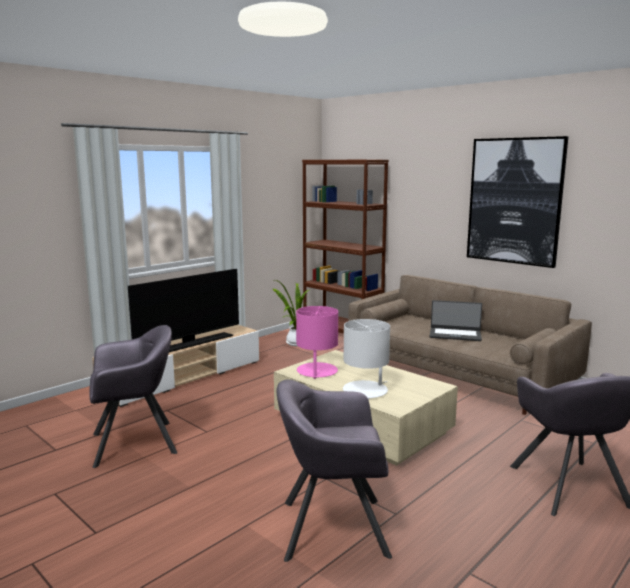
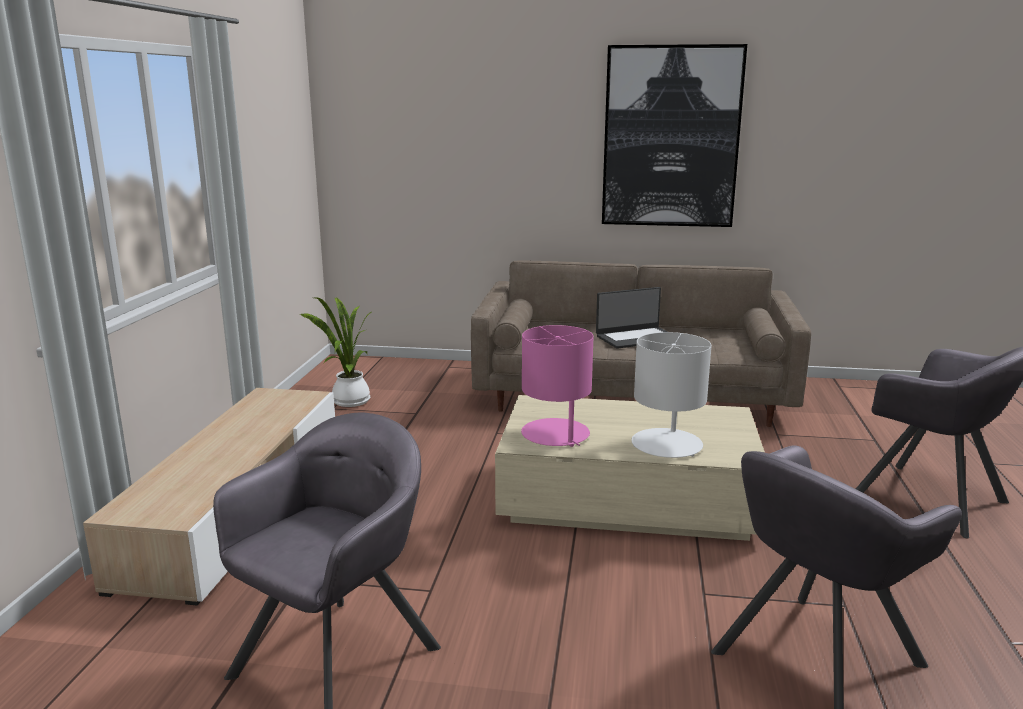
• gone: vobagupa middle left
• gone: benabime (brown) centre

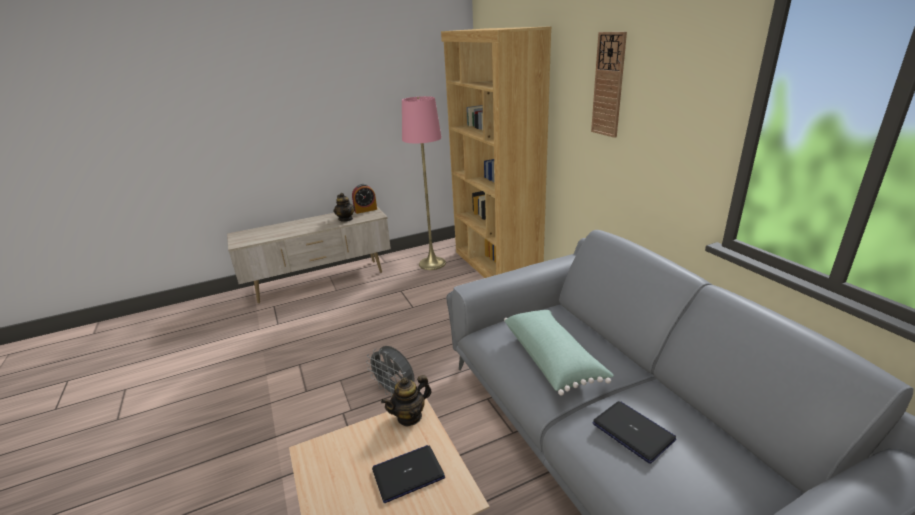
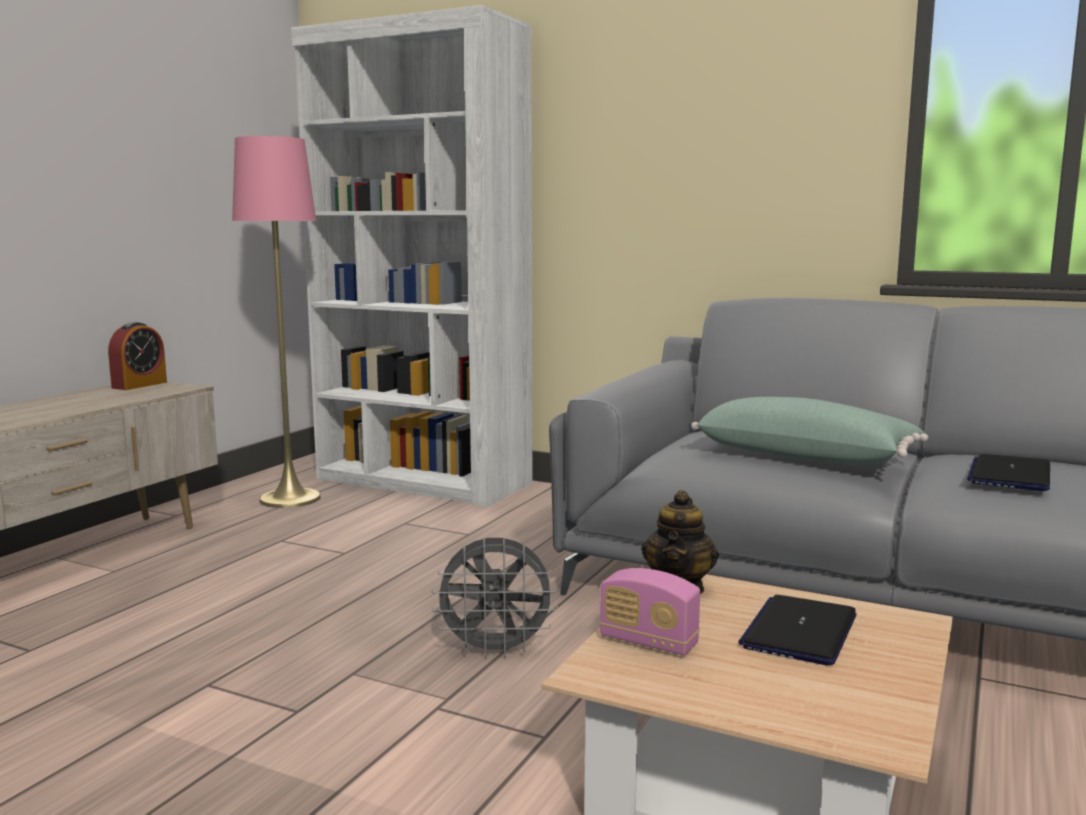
• repainted: benabime (brown) top centre to benabime (white) top centre
• new: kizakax bottom centre
• rotated: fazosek (no. 2 from left) bottom right = middle right 75 degrees counterclockwise
• gone: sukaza (no. 1 from left) centre
• gone: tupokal top centre

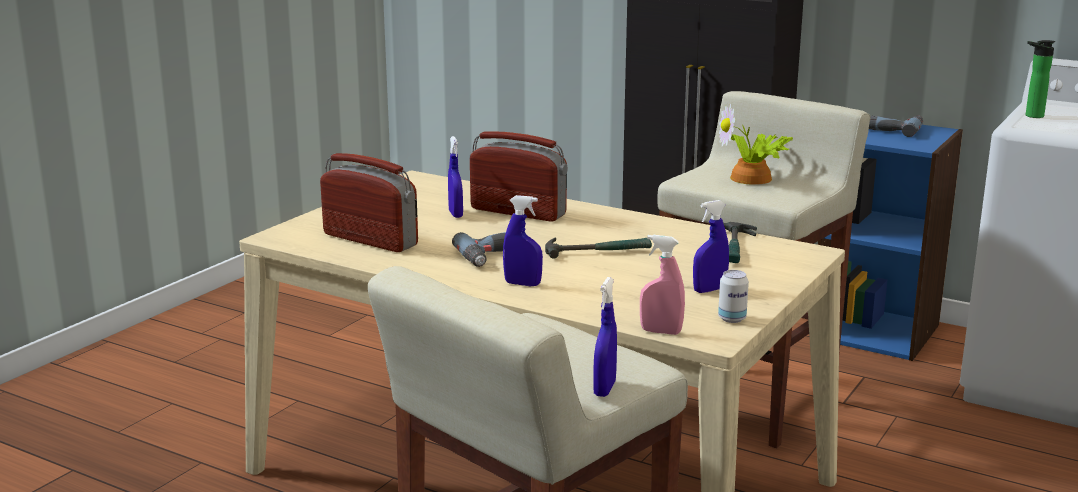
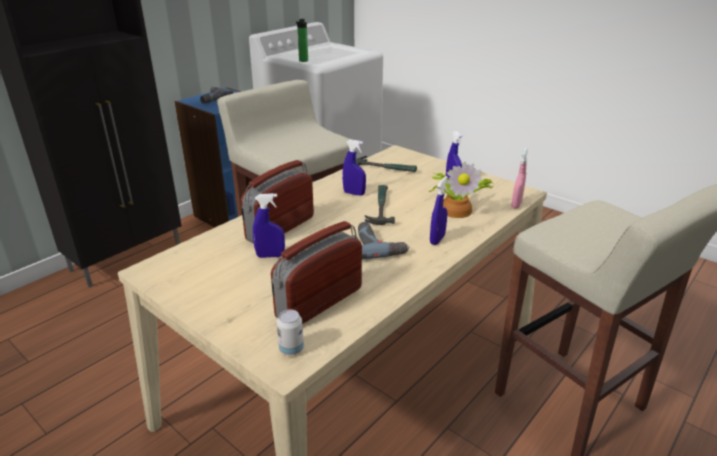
• shifted: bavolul middle right to bottom centre
• shifted: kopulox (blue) (no. 3 from left in the first image) bottom centre to kopulox (blue) (no. 2 from left) centre
• shifted: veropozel top right to centre

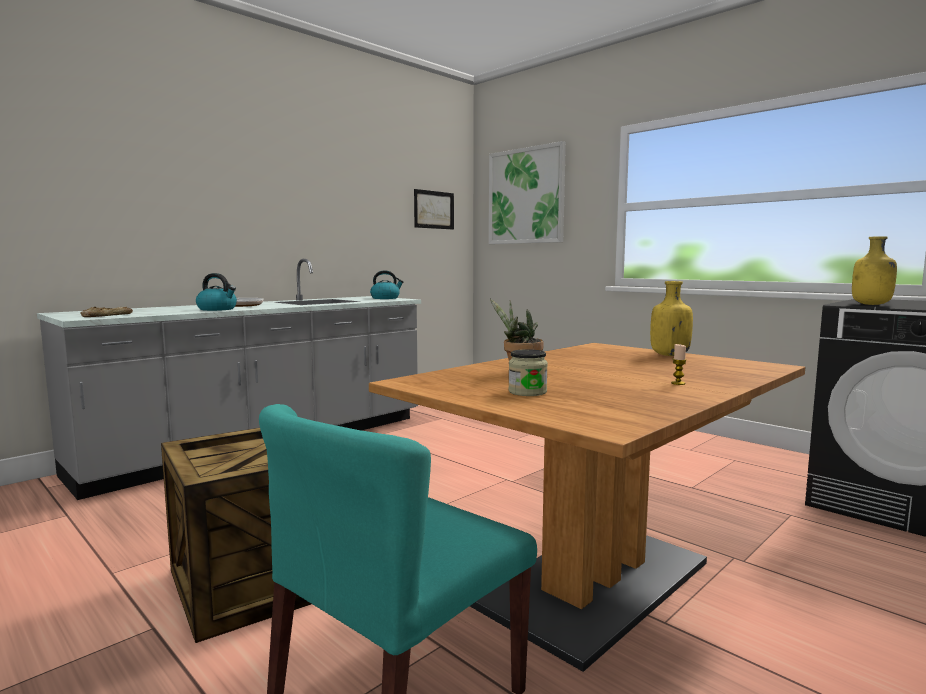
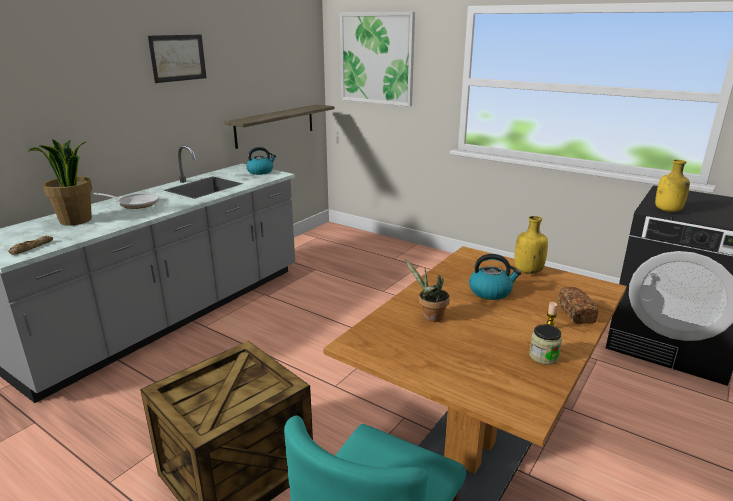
• new: veropozel (no. 1 from left) middle left
• shifted: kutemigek (no. 1 from left) top centre to top left
• new: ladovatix top centre
• shifted: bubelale (no. 1 from left in the first image) middle left to bubelale (no. 2 from left) middle right
• shifted: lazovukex centre to bottom right
• new: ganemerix (no. 2 from left) middle right

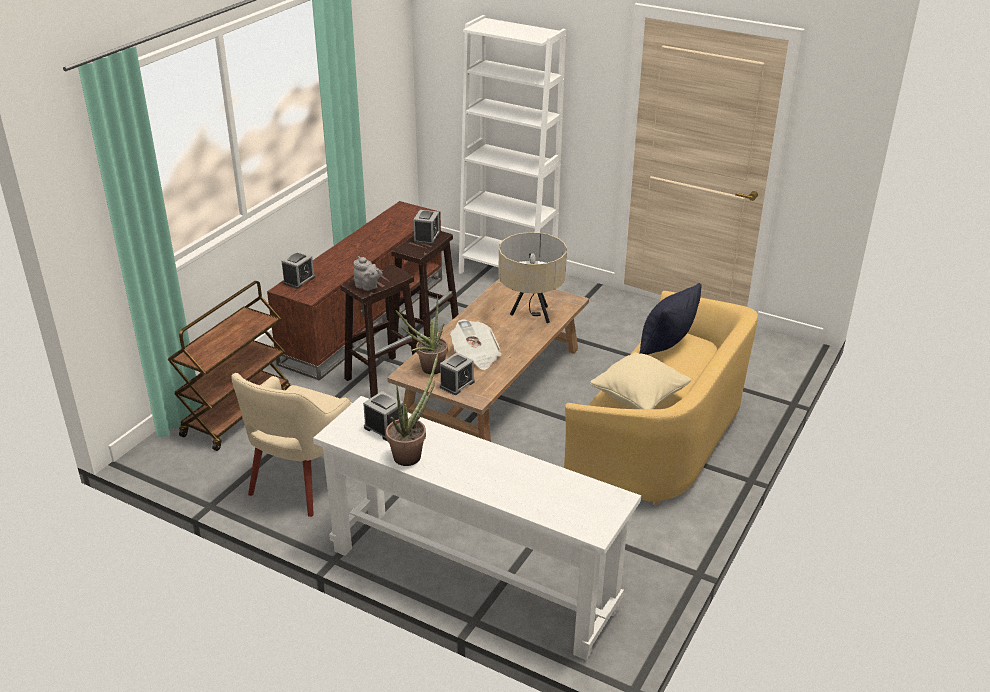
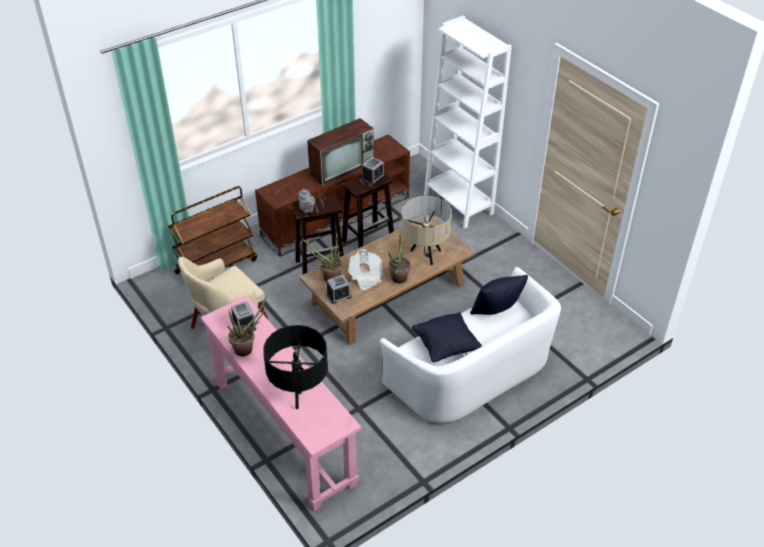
• repainted: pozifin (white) bottom centre to pozifin (pink) bottom centre
• new: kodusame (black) bottom centre
• new: vobagupa top centre
• repainted: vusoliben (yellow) middle right to vusoliben (white) centre
• new: veropozel (no. 3 from left) centre
• repainted: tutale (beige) centre to tutale (black) (no. 1 from left) centre
• gone: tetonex (no. 1 from left) middle left

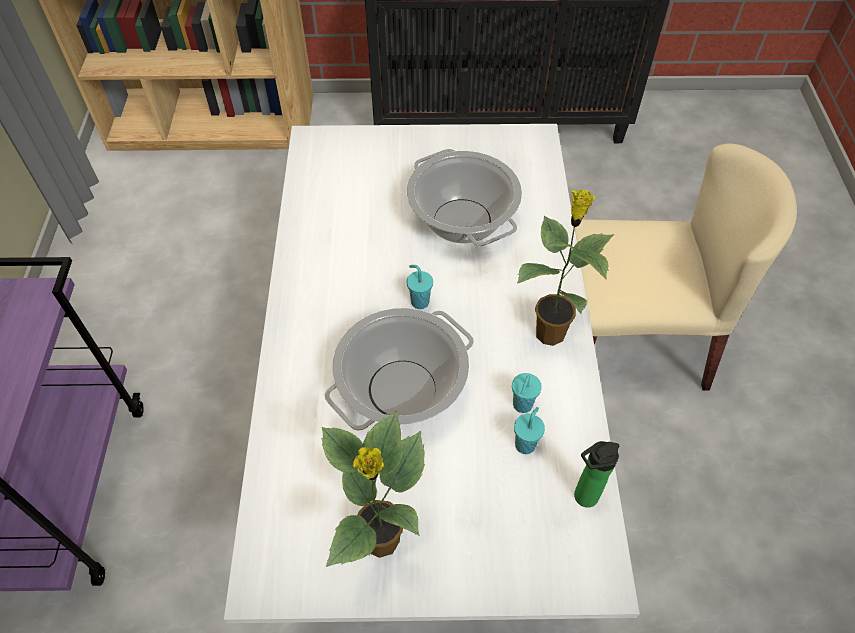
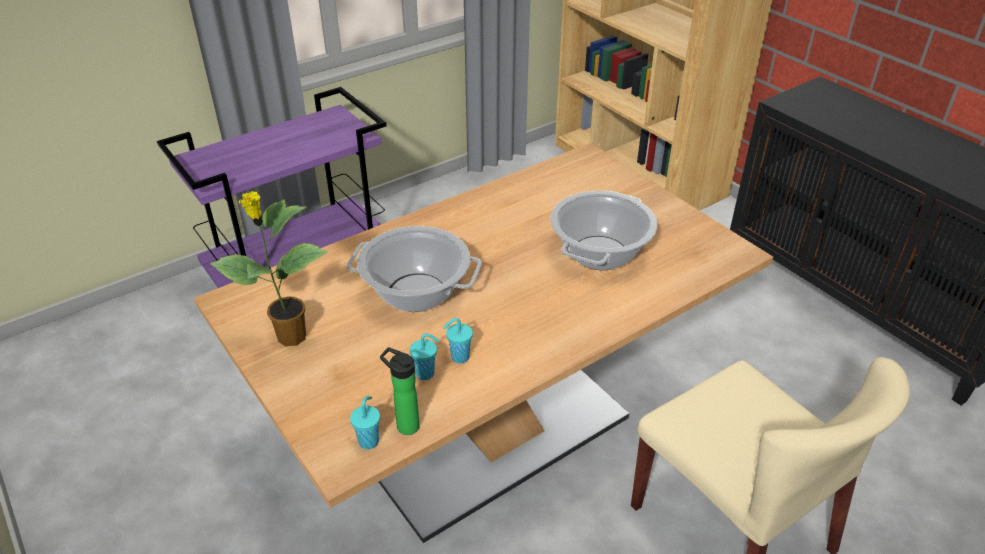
• repainted: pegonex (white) centre to pegonex (brown) centre
• shifted: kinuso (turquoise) (no. 1 from left) centre to bottom centre
• gone: veropozel (no. 2 from left) centre

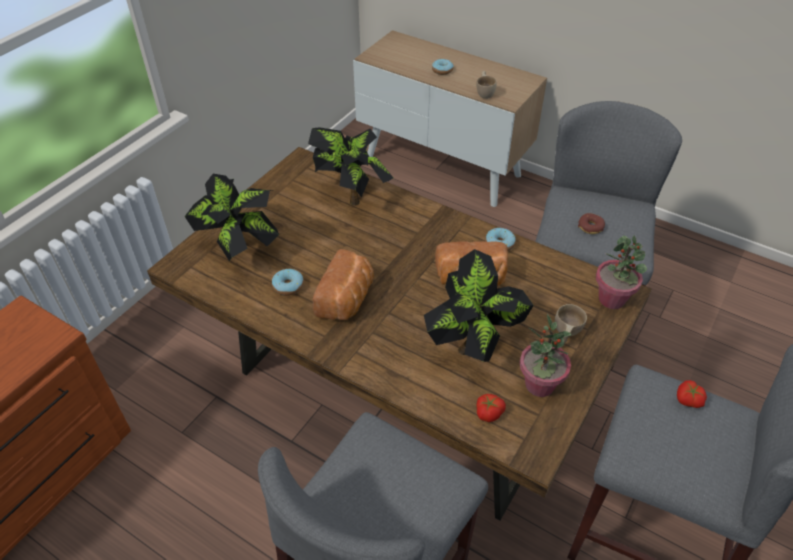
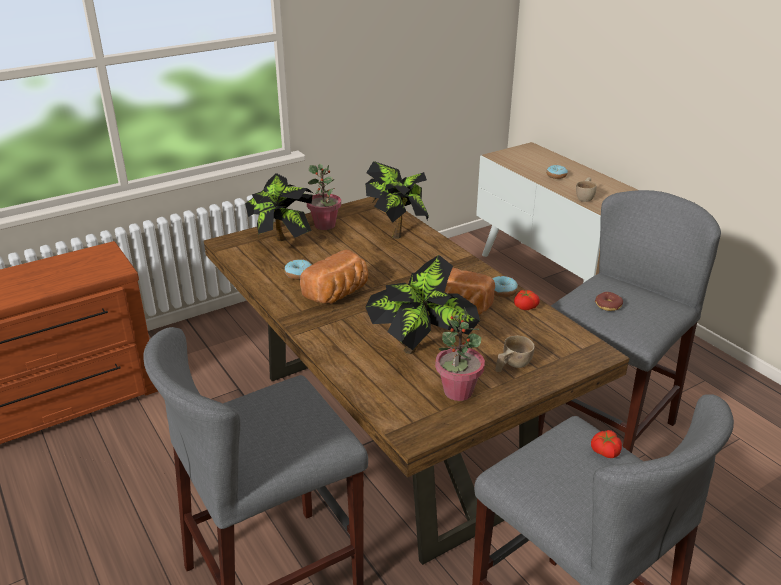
• shifted: veropozel (no. 5 from left in the first image) middle right to veropozel (no. 2 from left) centre
• shifted: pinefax (no. 1 from left) bottom centre to middle right

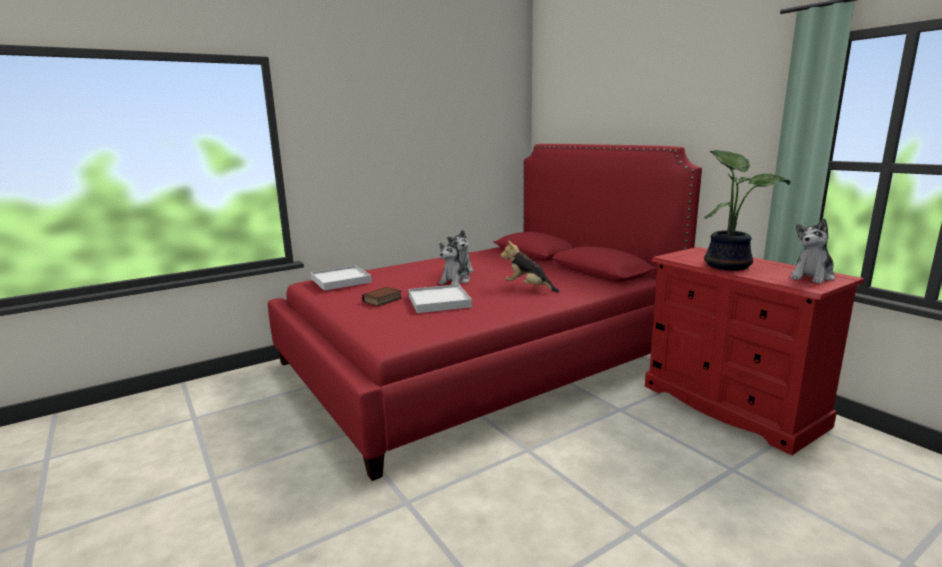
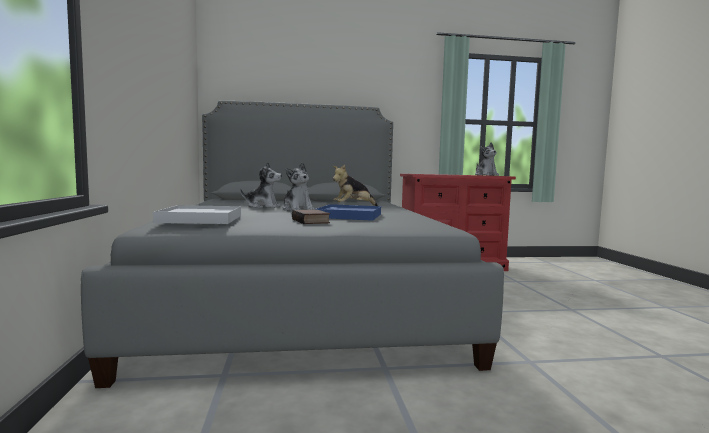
• repainted: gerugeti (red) centre to gerugeti (grey) centre
• repainted: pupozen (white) (no. 2 from left) centre to pupozen (blue) centre
• gone: veropozel middle right

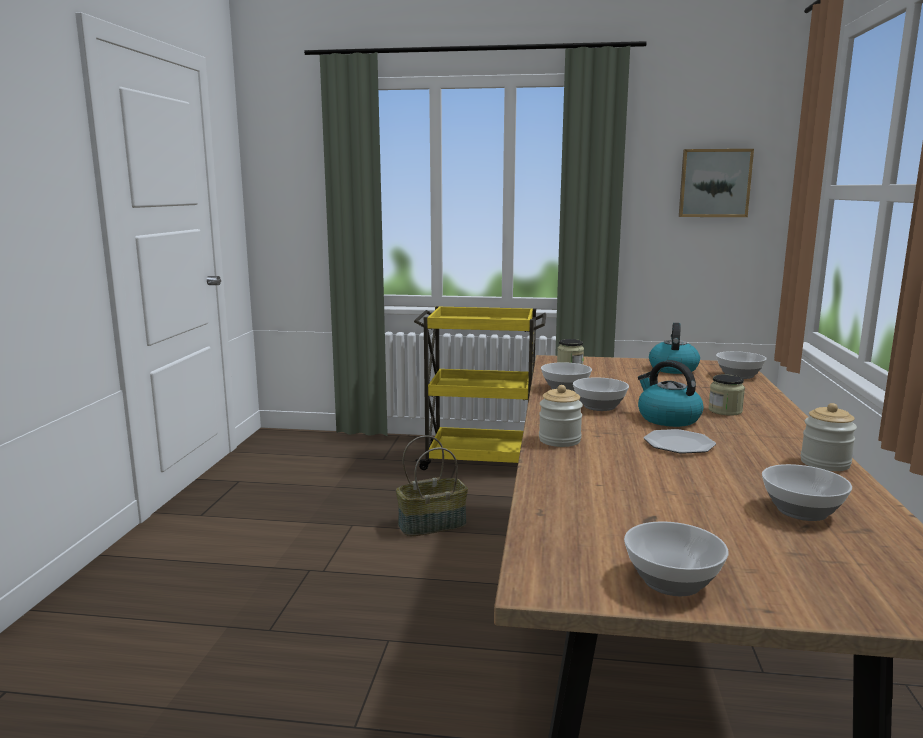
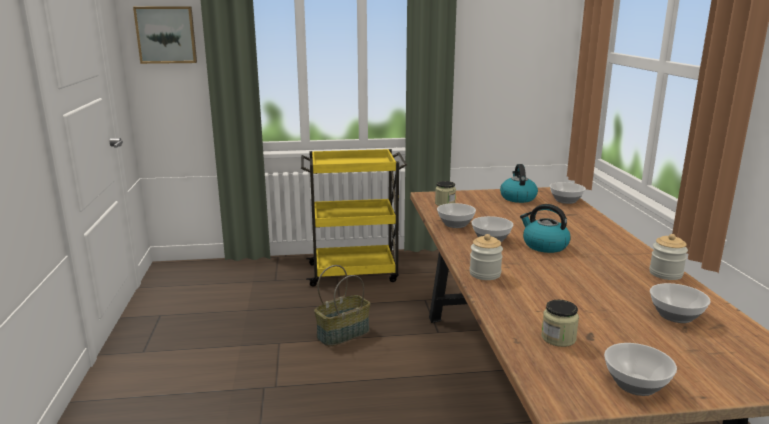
• shifted: kutemigek top right to top left
• shifted: lazovukex (no. 3 from left) middle right to bottom right
• gone: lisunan middle right

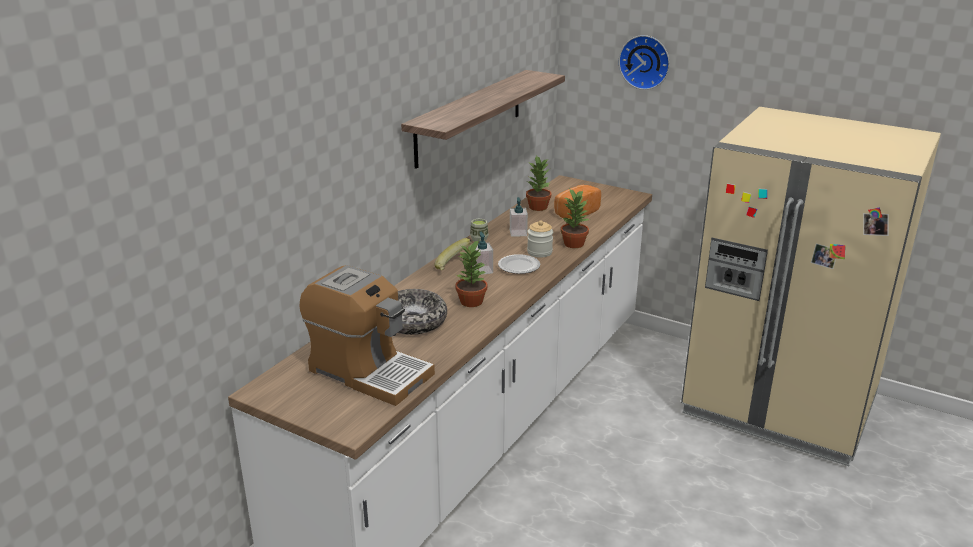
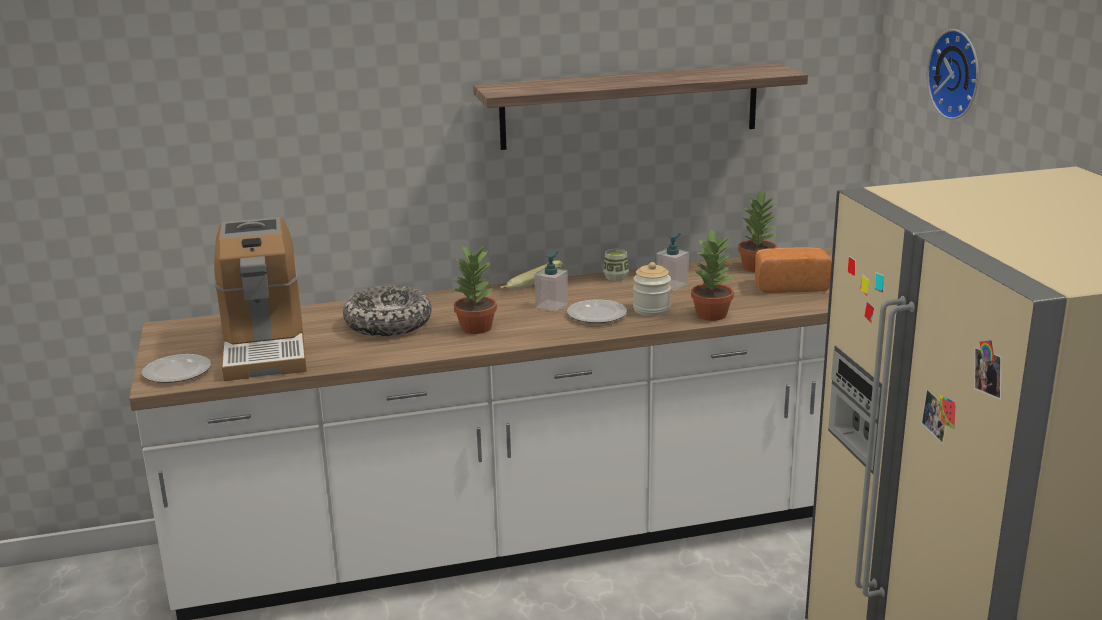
• new: lisunan (no. 1 from left) middle left

